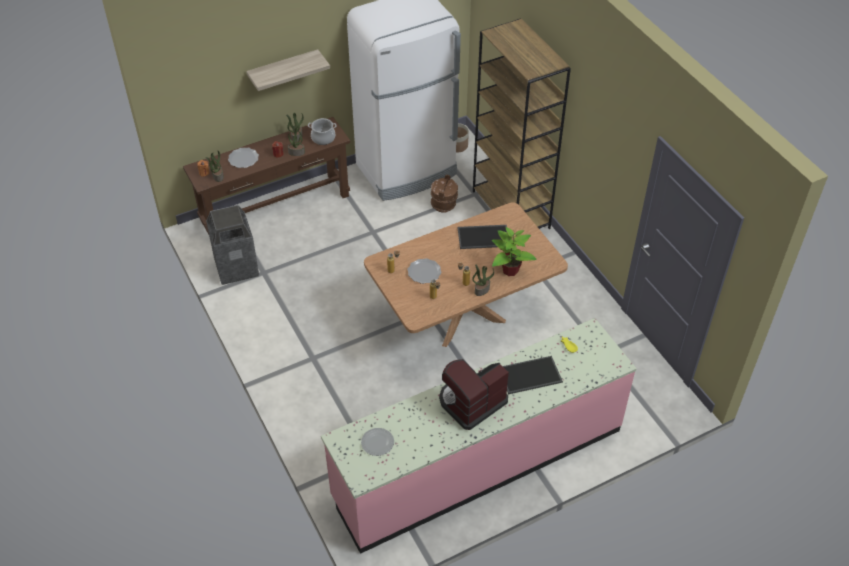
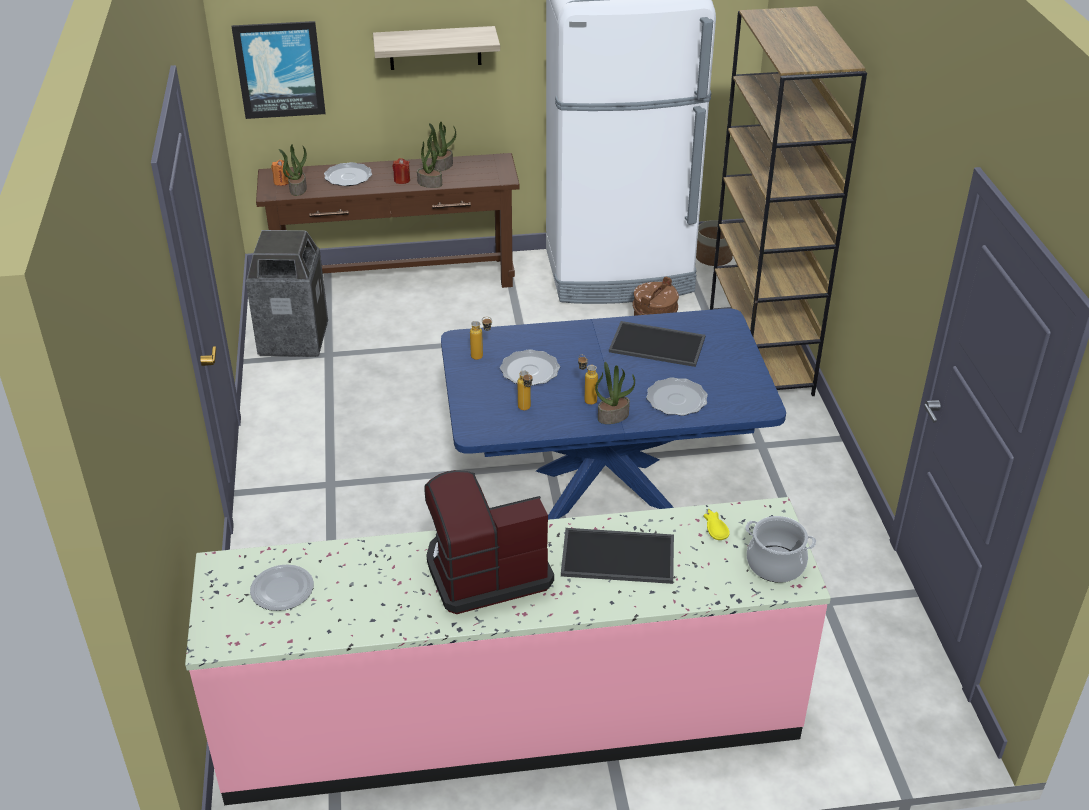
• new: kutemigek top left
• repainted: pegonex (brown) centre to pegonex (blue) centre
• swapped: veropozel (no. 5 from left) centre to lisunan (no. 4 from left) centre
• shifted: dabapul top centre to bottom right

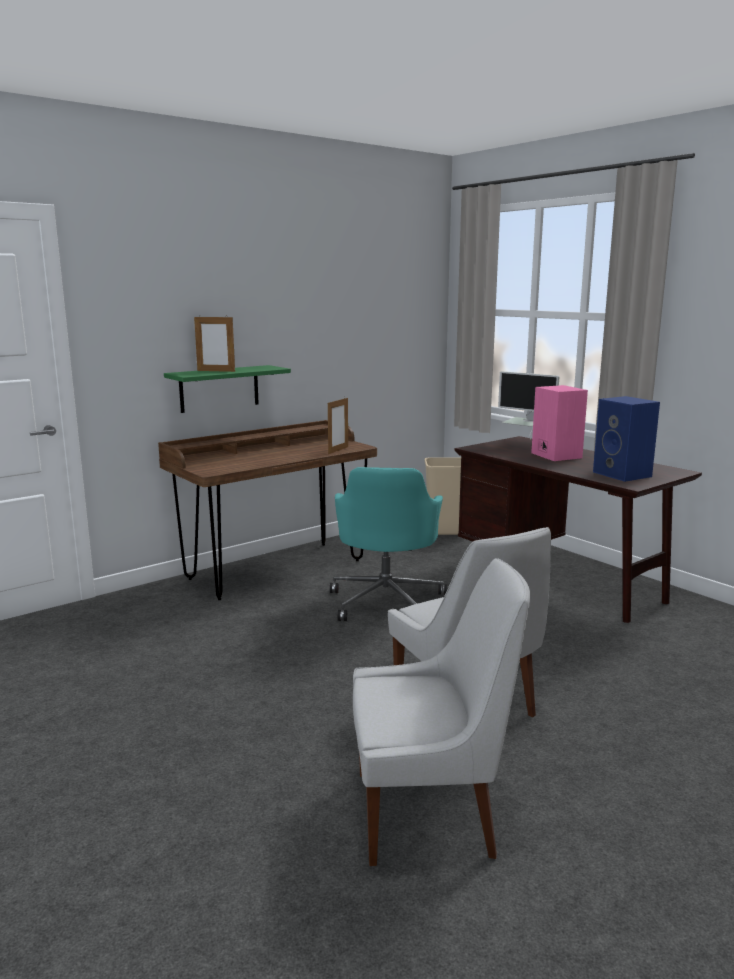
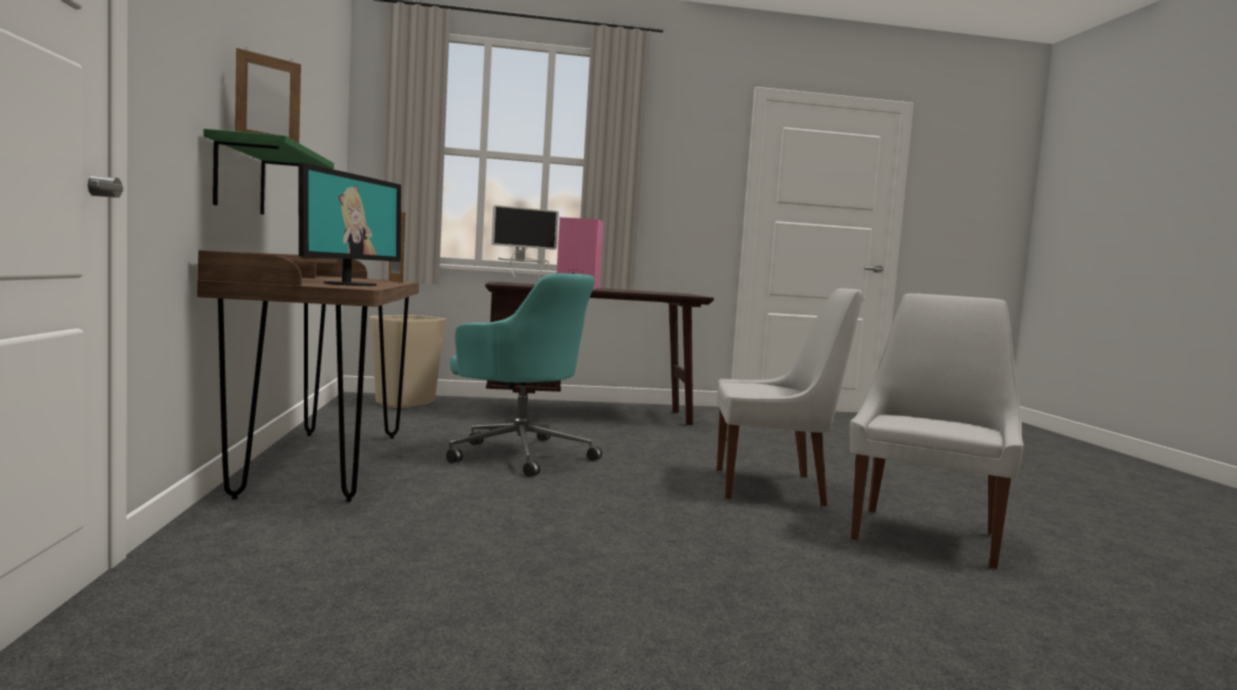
• new: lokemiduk (no. 1 from left) top left
• gone: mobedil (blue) middle right

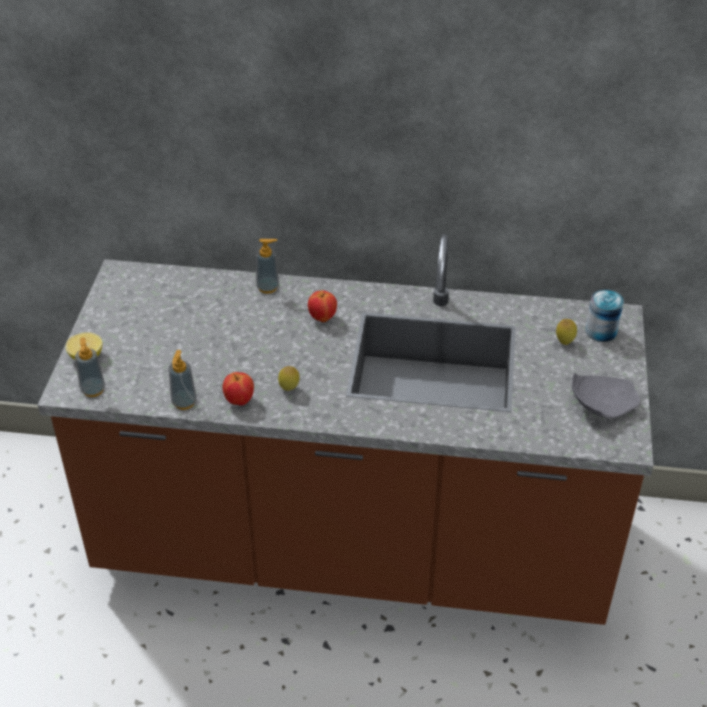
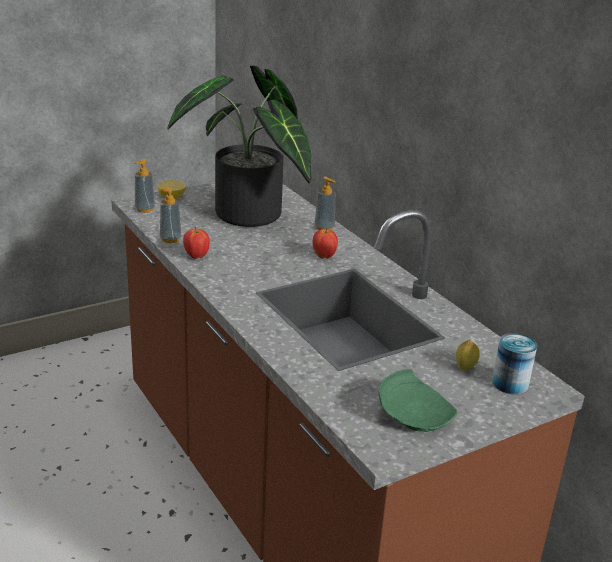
• new: veropozel top centre
• repainted: lisunan (grey) middle right to lisunan (green) bottom right
• gone: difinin (no. 2 from left) centre

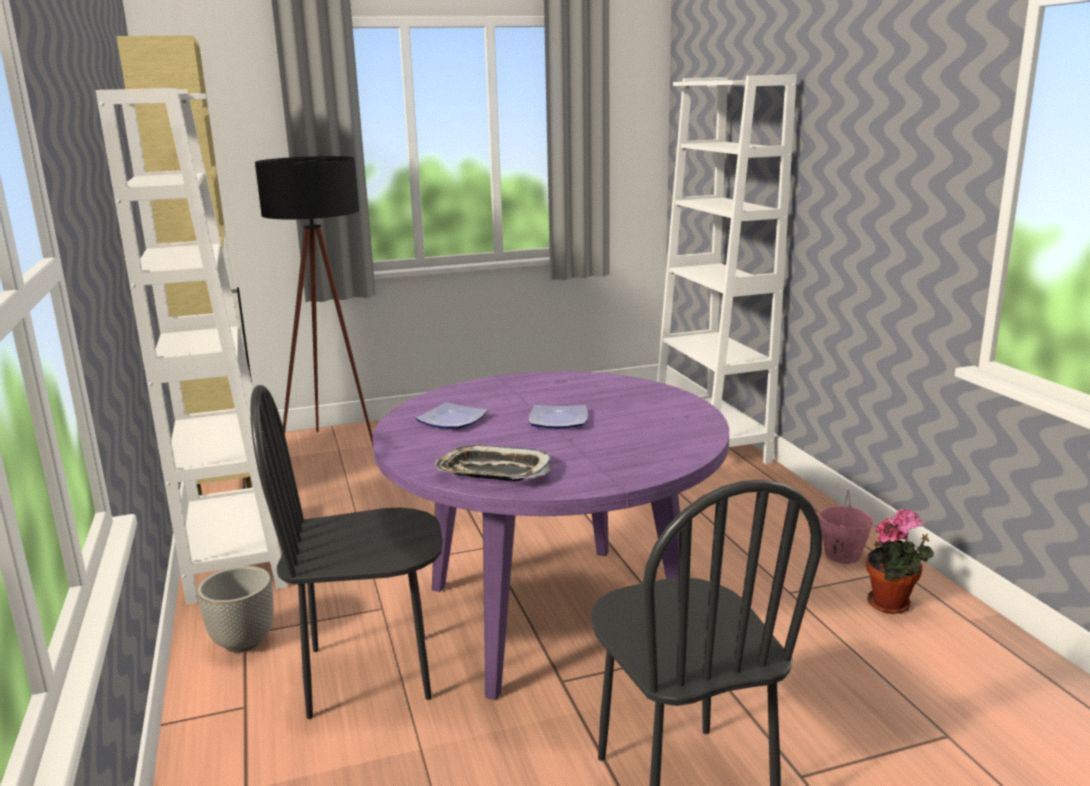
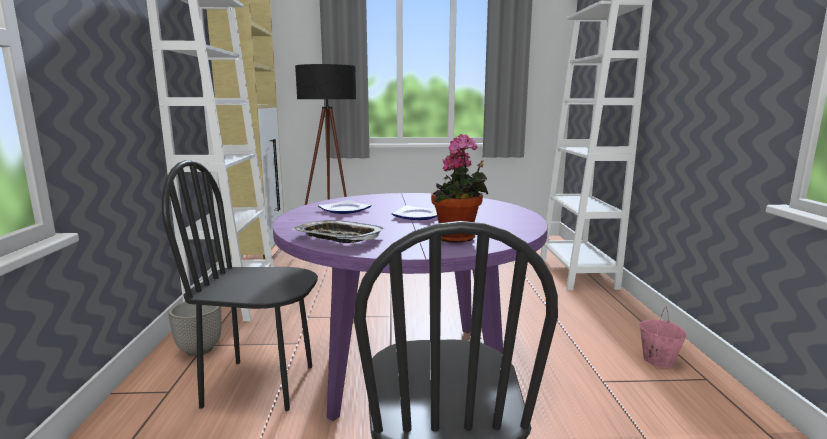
• shifted: veropozel bottom right to centre

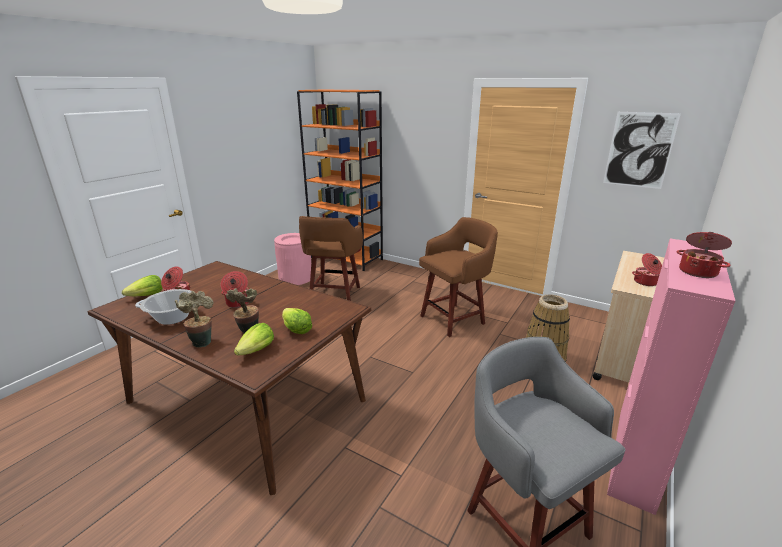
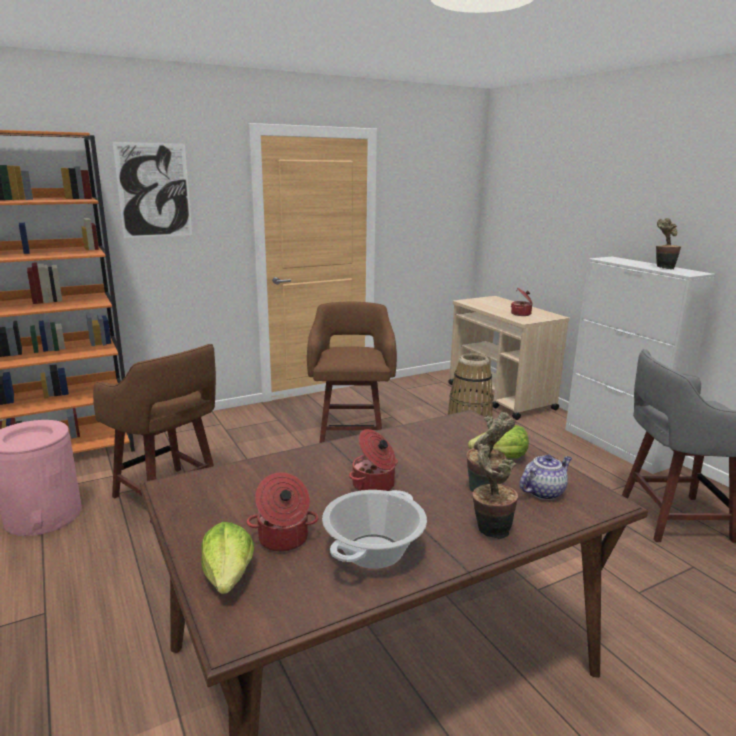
• shifted: kutemigek top right to top left
• swapped: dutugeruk (no. 2 from left) middle left to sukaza middle right
• repainted: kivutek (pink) bottom right to kivutek (white) middle right
• swapped: dabapul (no. 5 from left) middle right to veropozel (no. 3 from left) top right

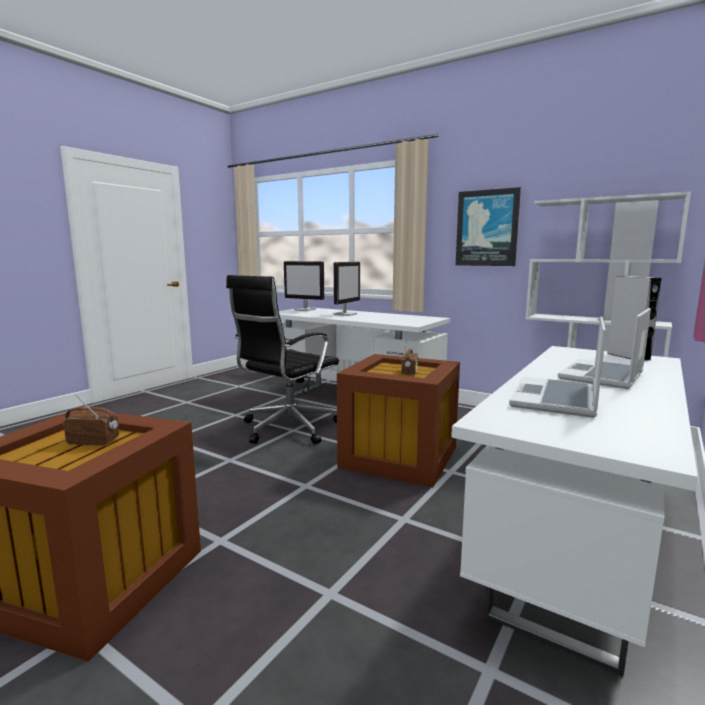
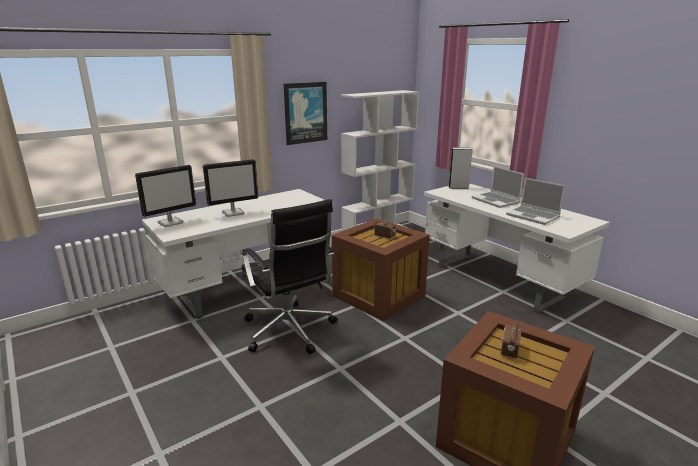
• rotated: lokemiduk (no. 2 from left) centre = middle left 105 degrees clockwise

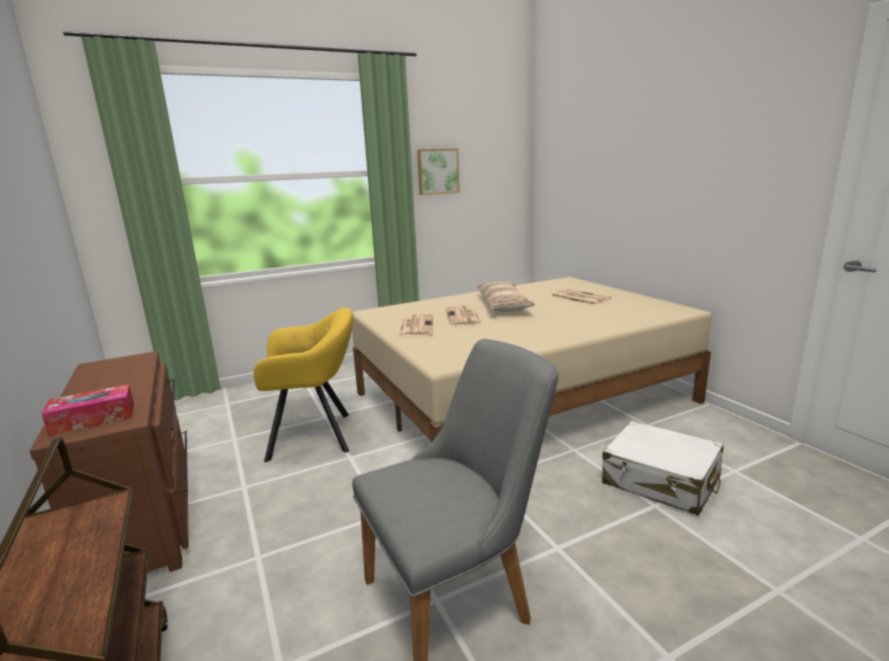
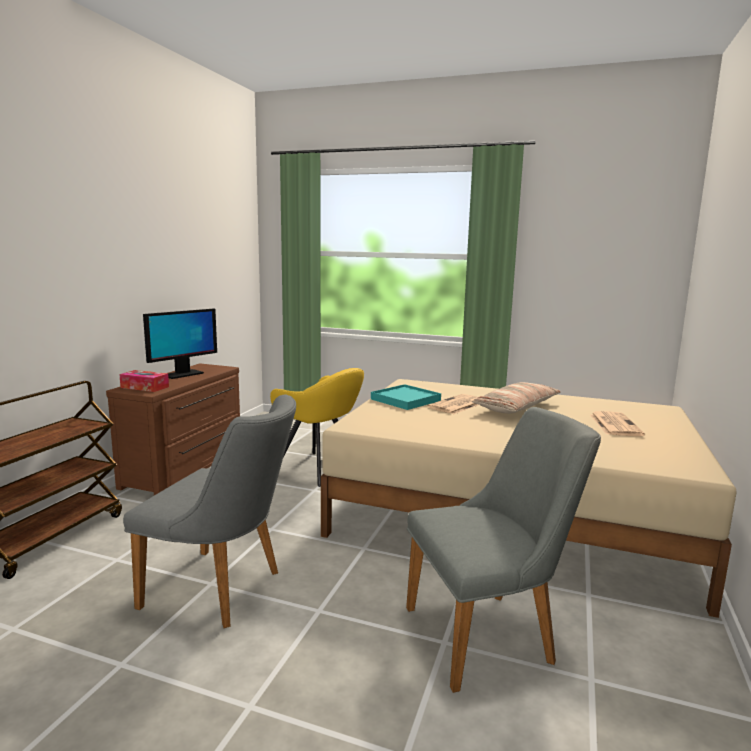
• new: lokemiduk middle left
• swapped: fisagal (no. 1 from left) centre to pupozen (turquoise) centre
• swapped: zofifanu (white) bottom right to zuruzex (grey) (no. 2 from left) bottom right
• gone: kutemigek top centre

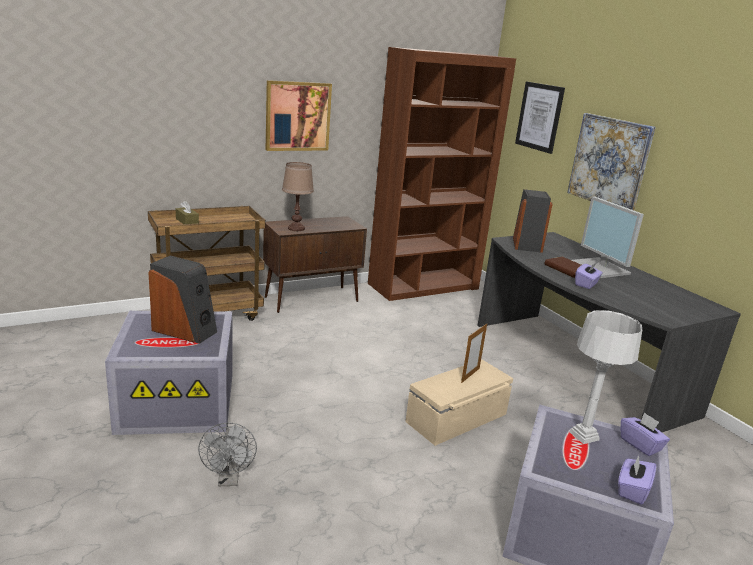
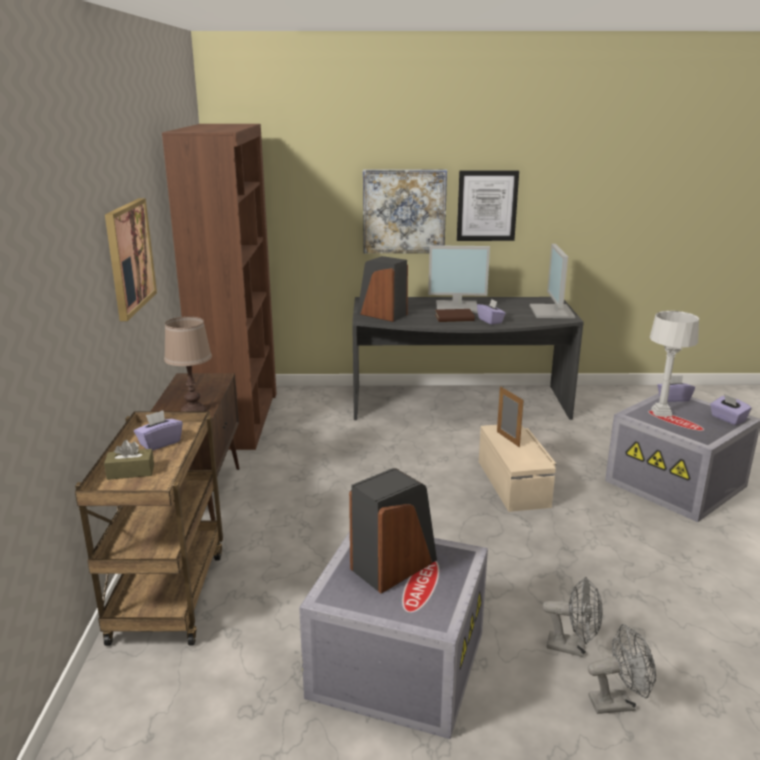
• new: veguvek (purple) (no. 1 from left) middle left
• shifted: kutemigek (no. 2 from left in the first image) top right to kutemigek (no. 3 from left) top centre
• new: lokemiduk (no. 2 from left) middle right
• new: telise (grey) (no. 2 from left) bottom right

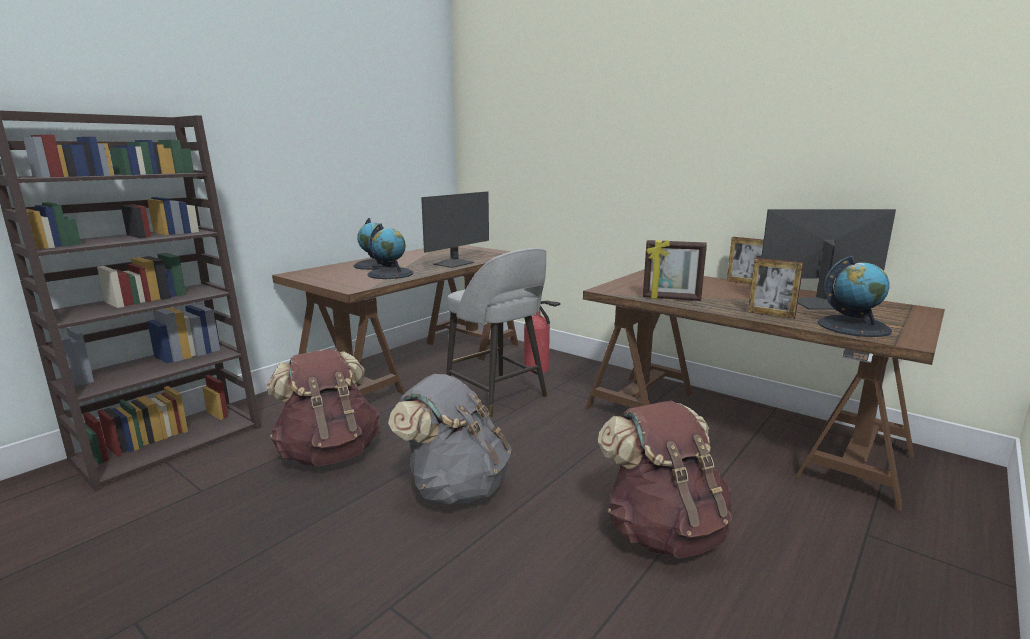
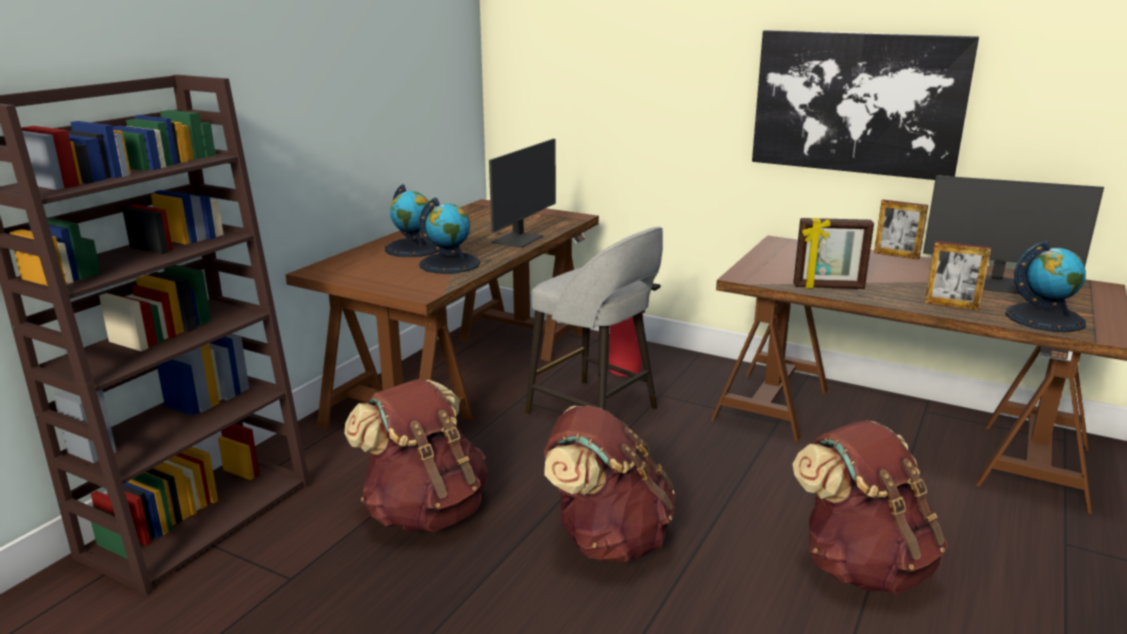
• repainted: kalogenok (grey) bottom centre to kalogenok (brown) (no. 2 from left) bottom centre
• new: kutemigek top right
• rotated: lokemiduk (no. 2 from left) middle right = middle right 150 degrees counterclockwise

